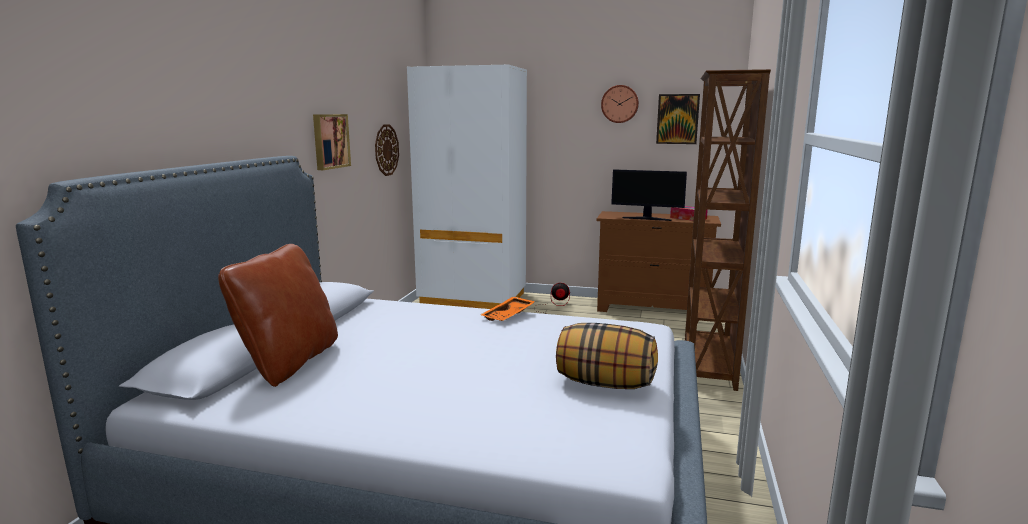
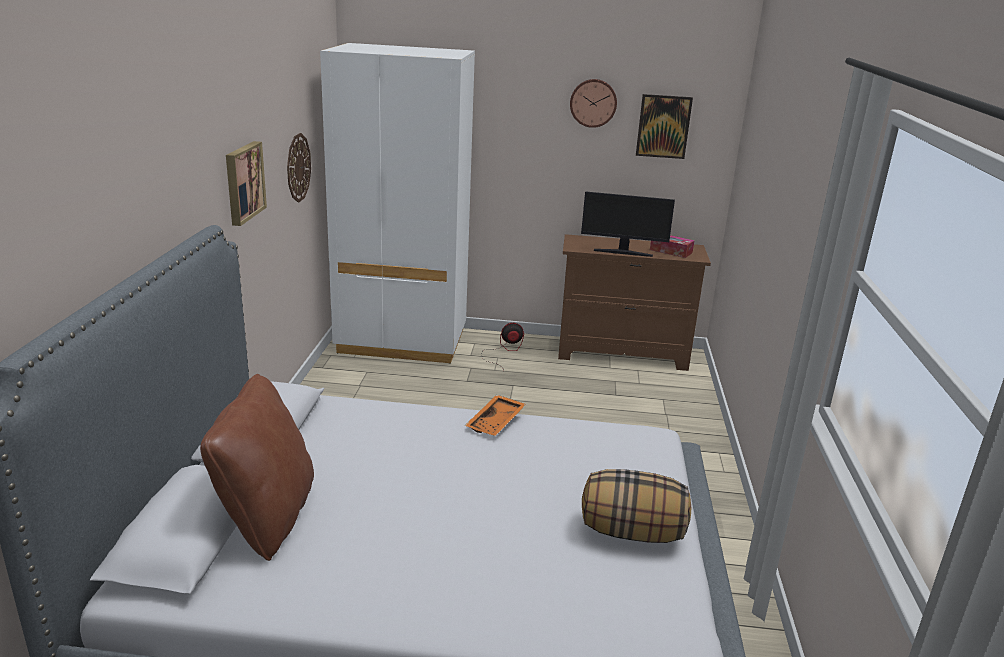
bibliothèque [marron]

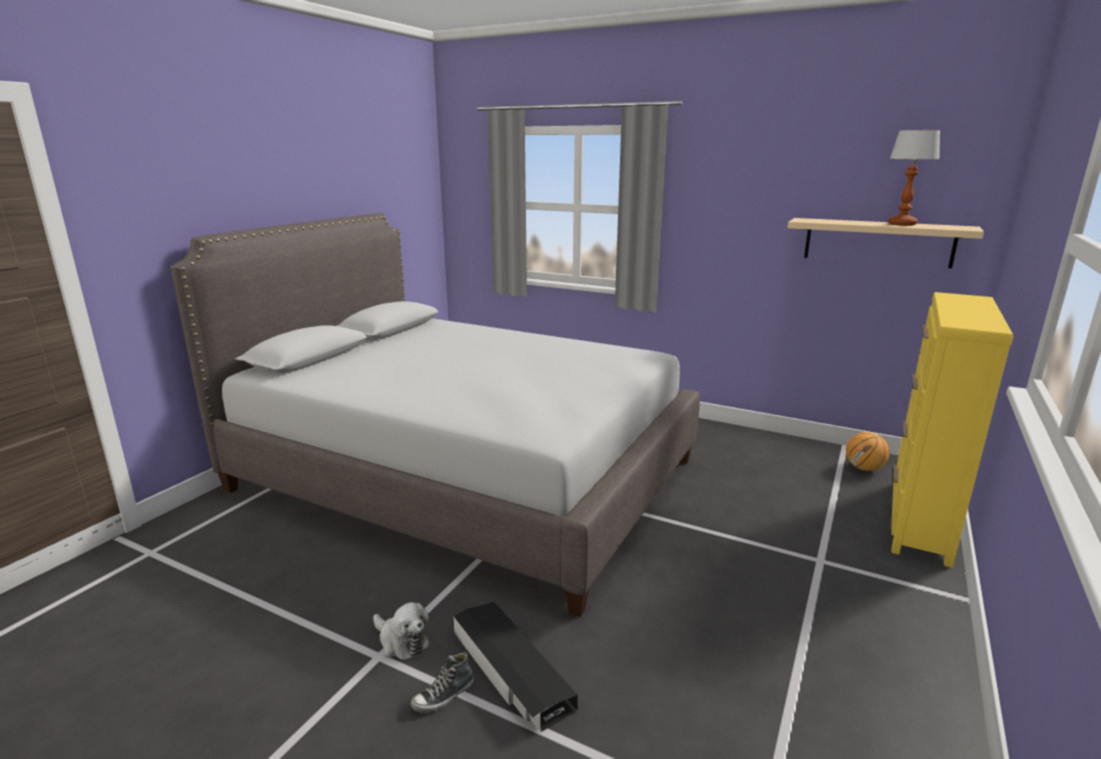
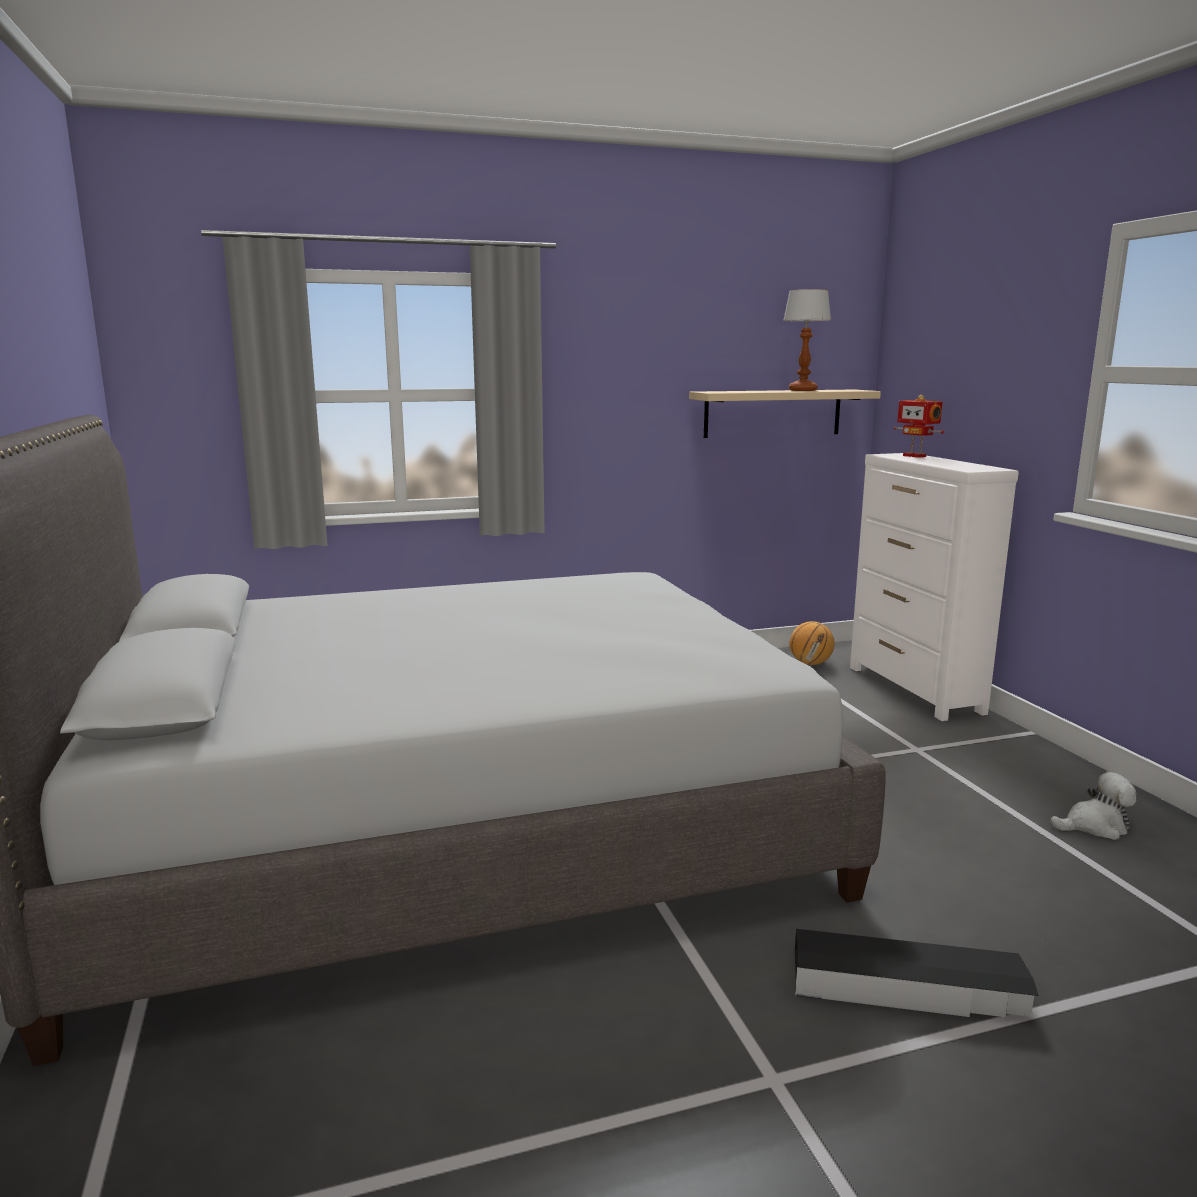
chaussure
robot jouet
peluche
commode [blanc]

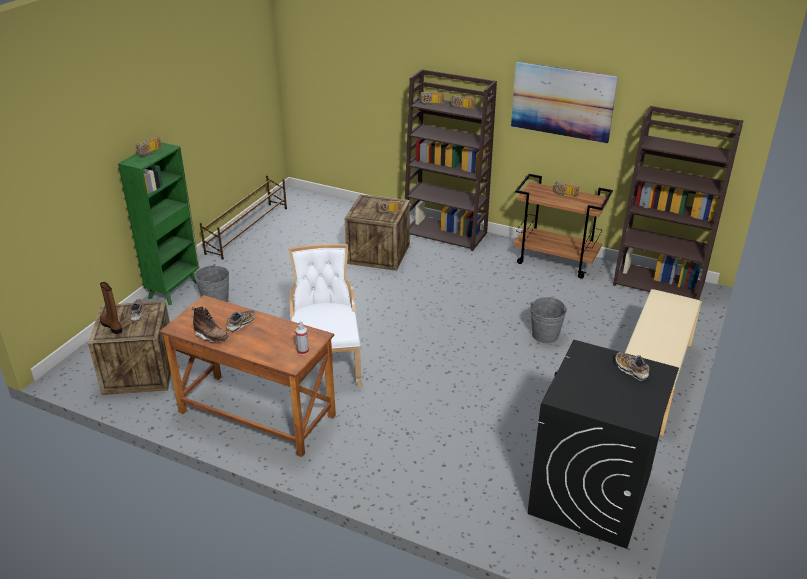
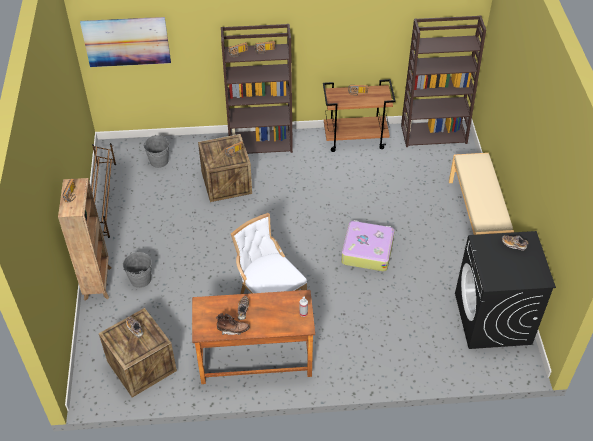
botte [marron] (1st from left in the first image)
valise
tableau
seau [gris] (2nd from left)
bibliothèque [marron] (1st from left)

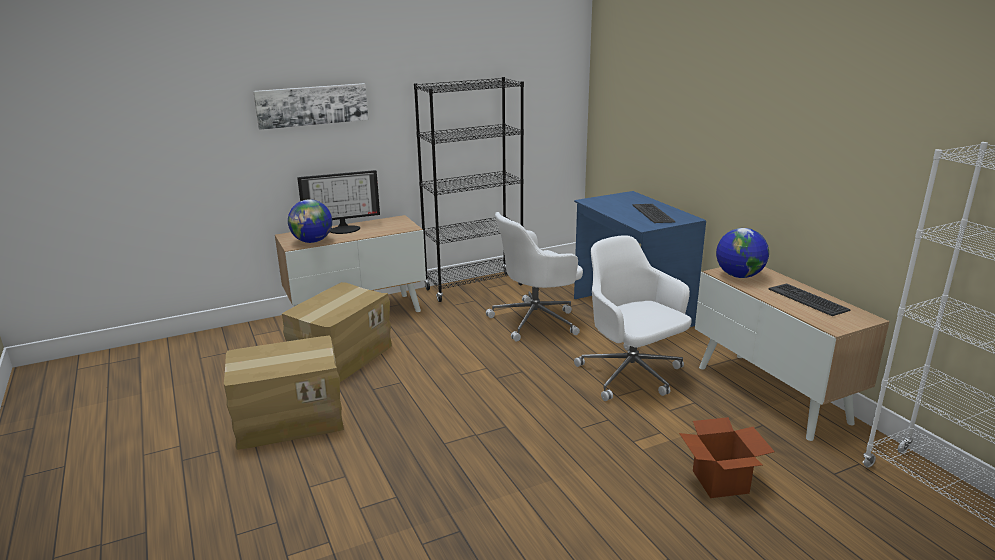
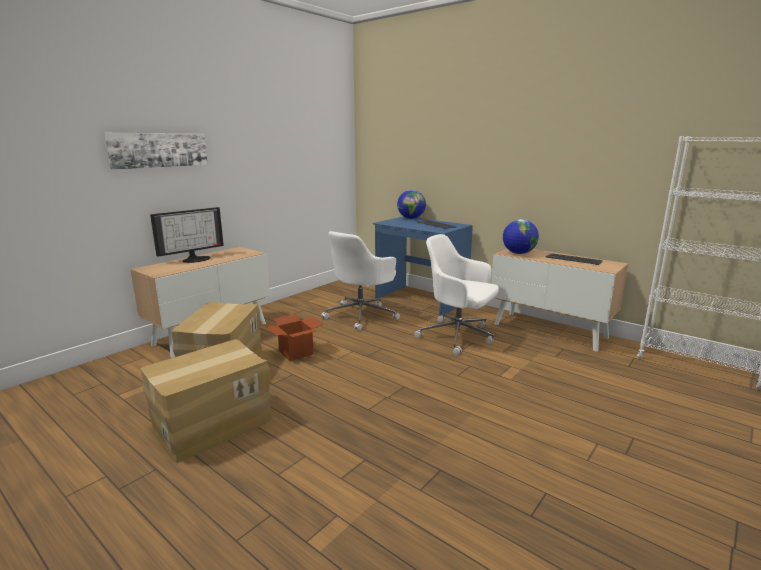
bibliothèque [noir]
globe (1st from left)
carton (3rd from left)

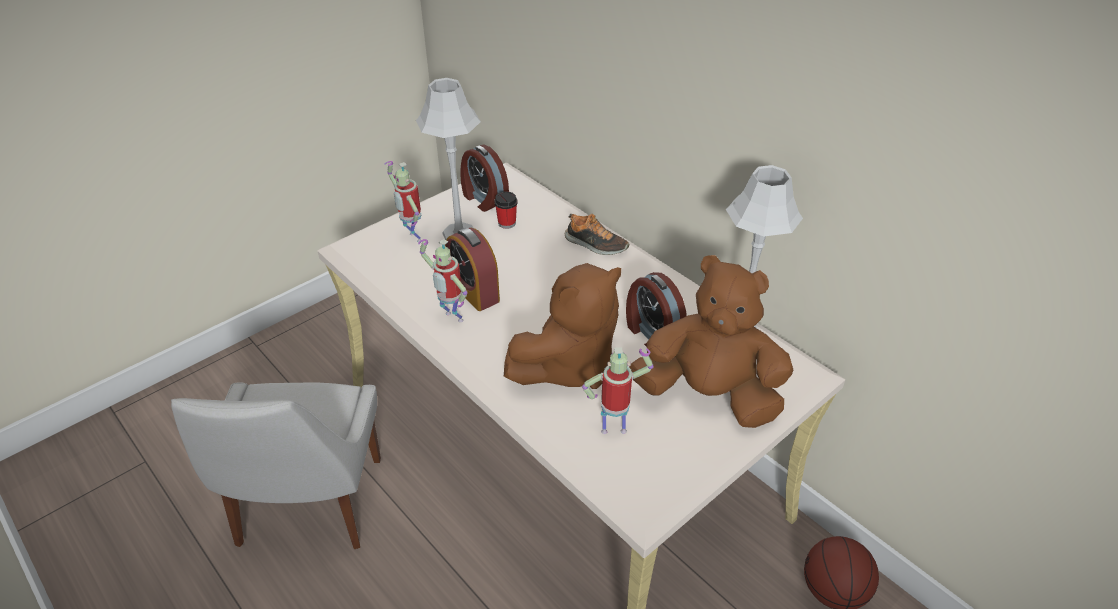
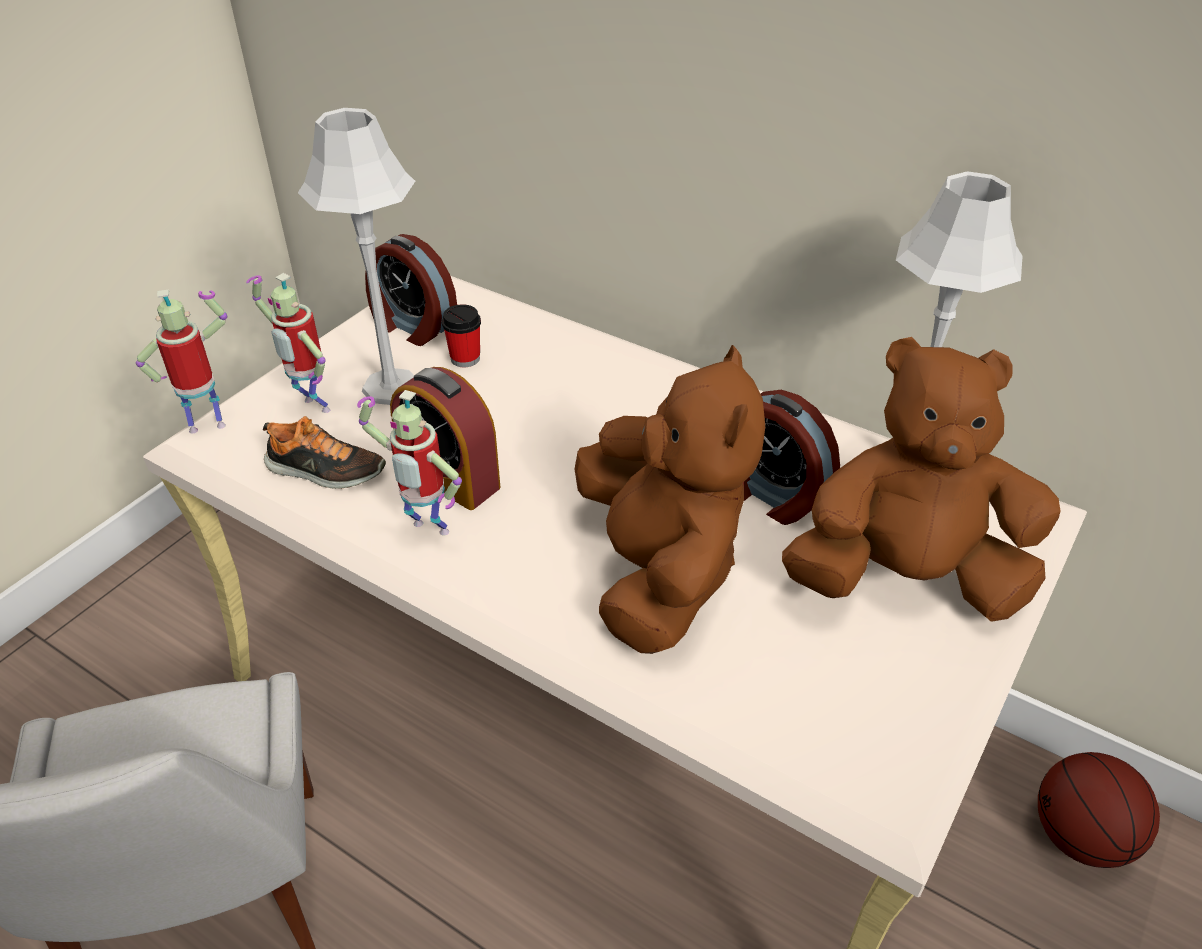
chaussure
robot jouet (1st from left)
peluche [marron] (1st from left)

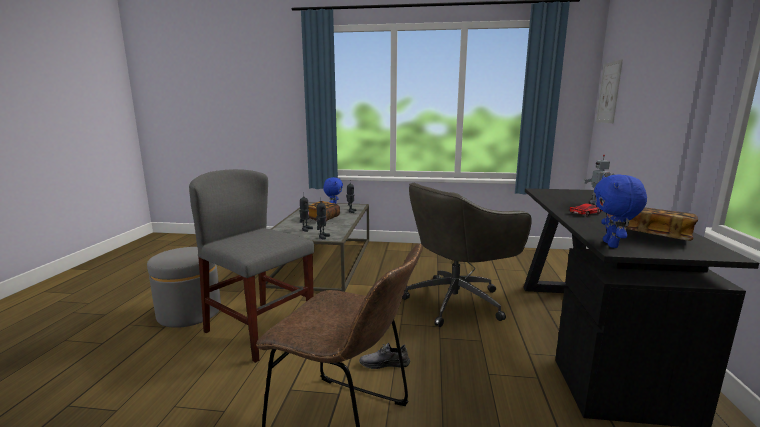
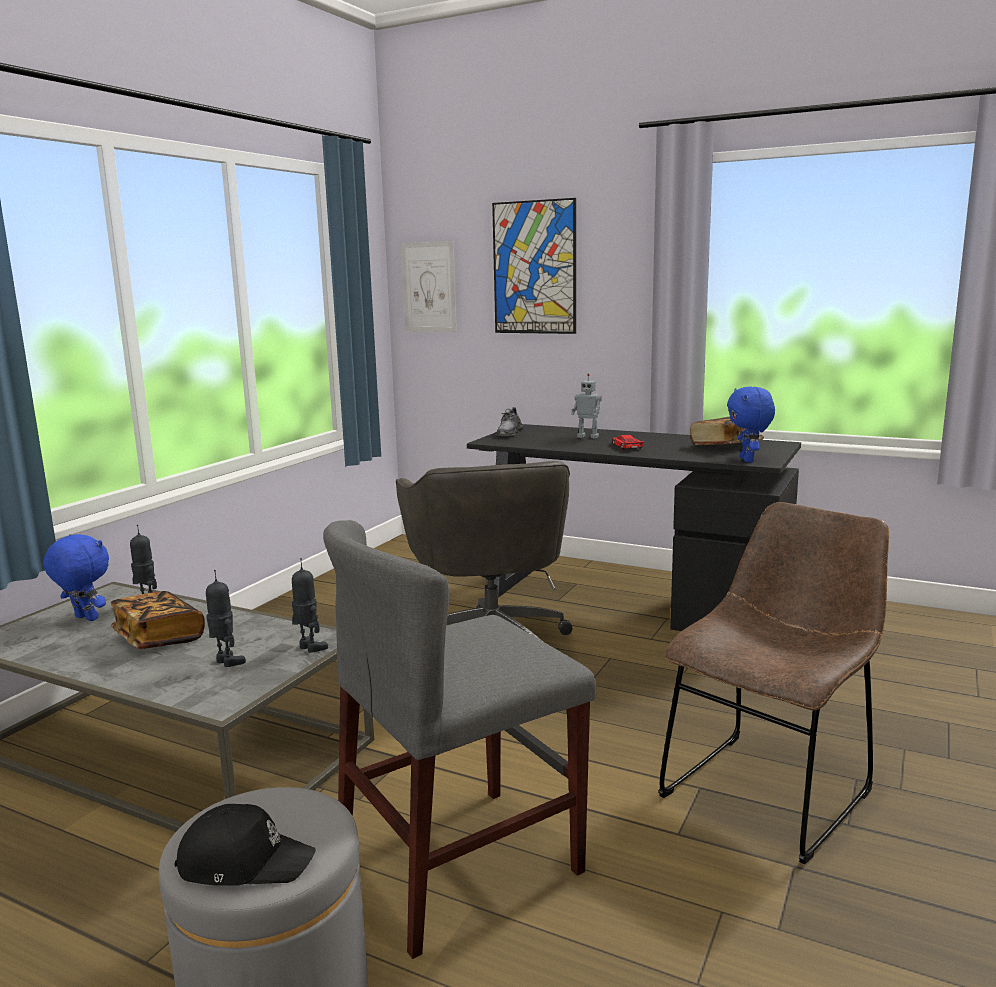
casquette [noir]
tableau (2nd from left)
chaussure [gris]
peluche [bleu] (2nd from left)

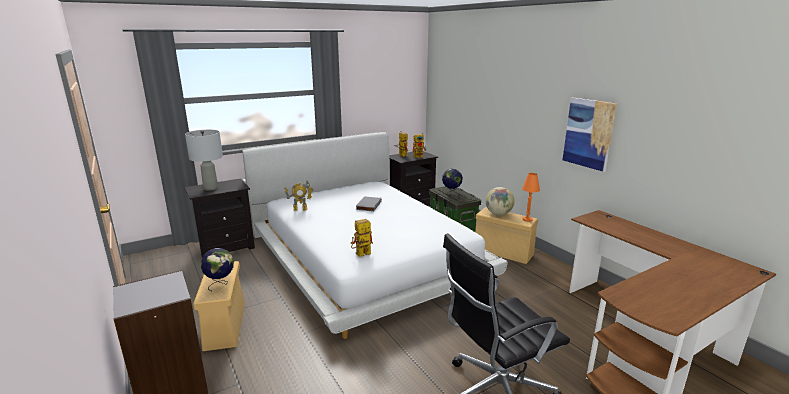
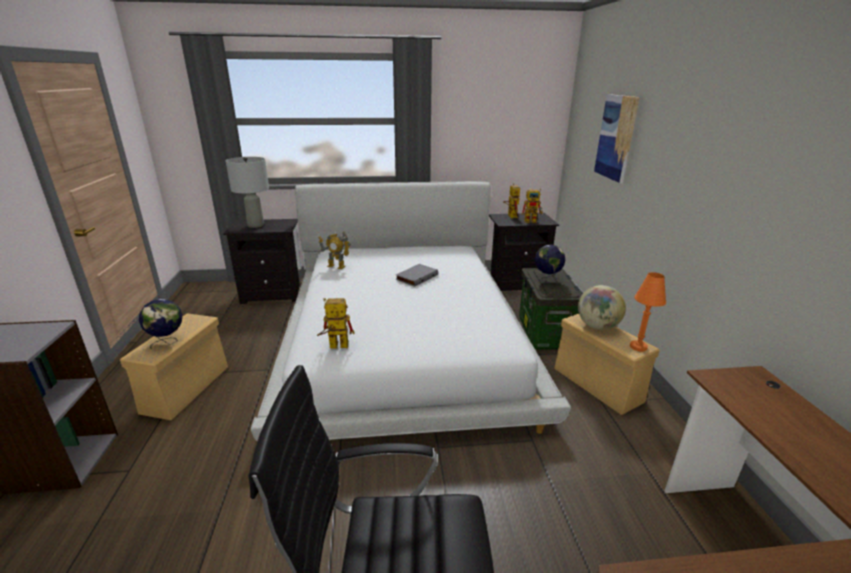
tableau

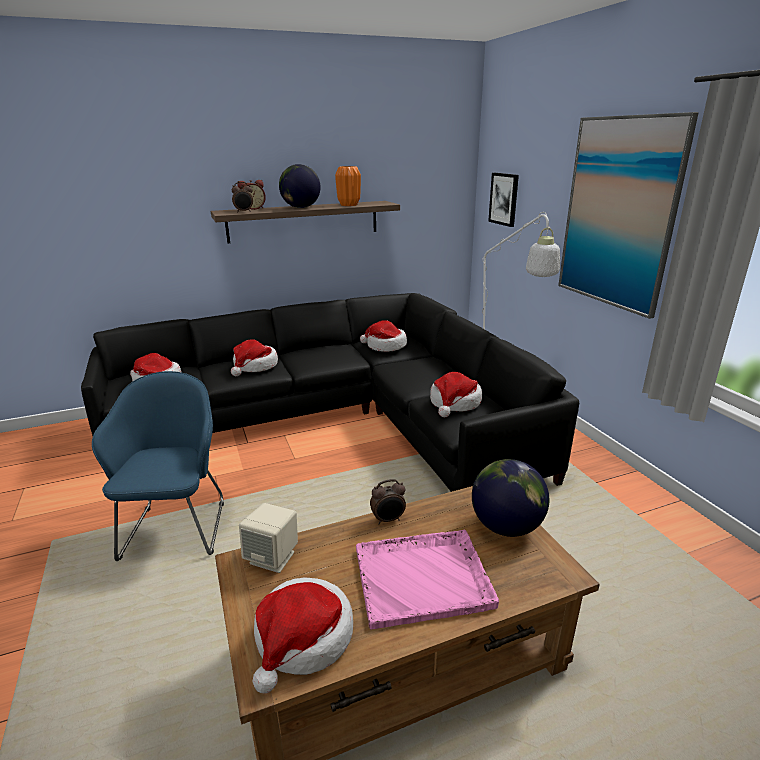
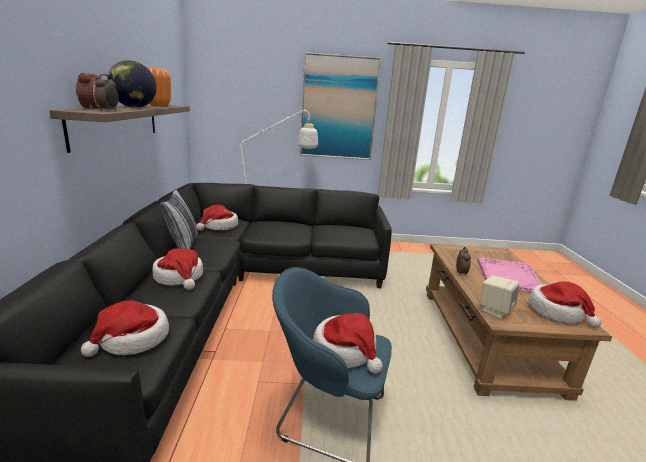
globe (2nd from left in the first image)
tableau (1st from left in the first image)
coussin
chapeau (4th from left)

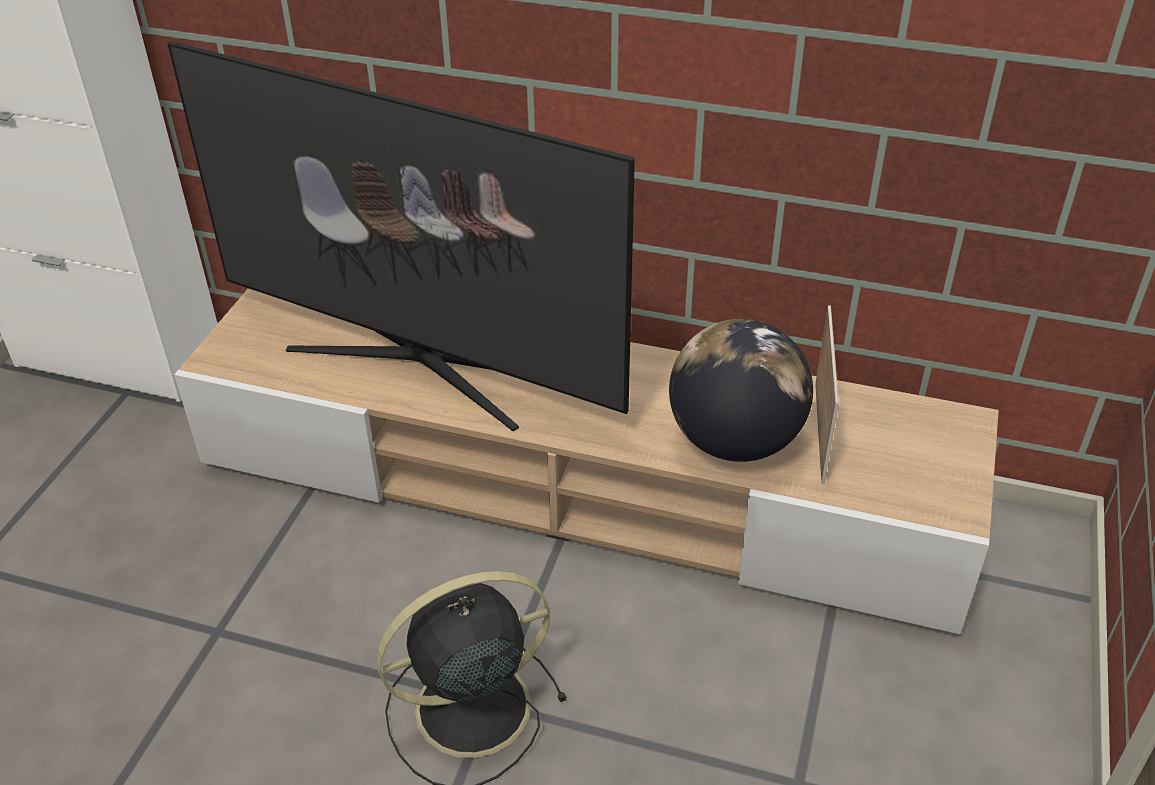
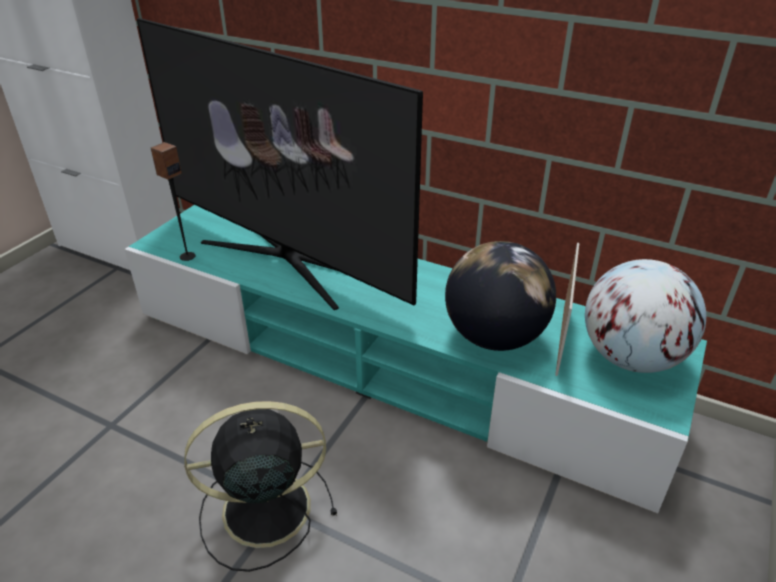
enceinte
globe (2nd from left)
meuble télé [turquoise]

